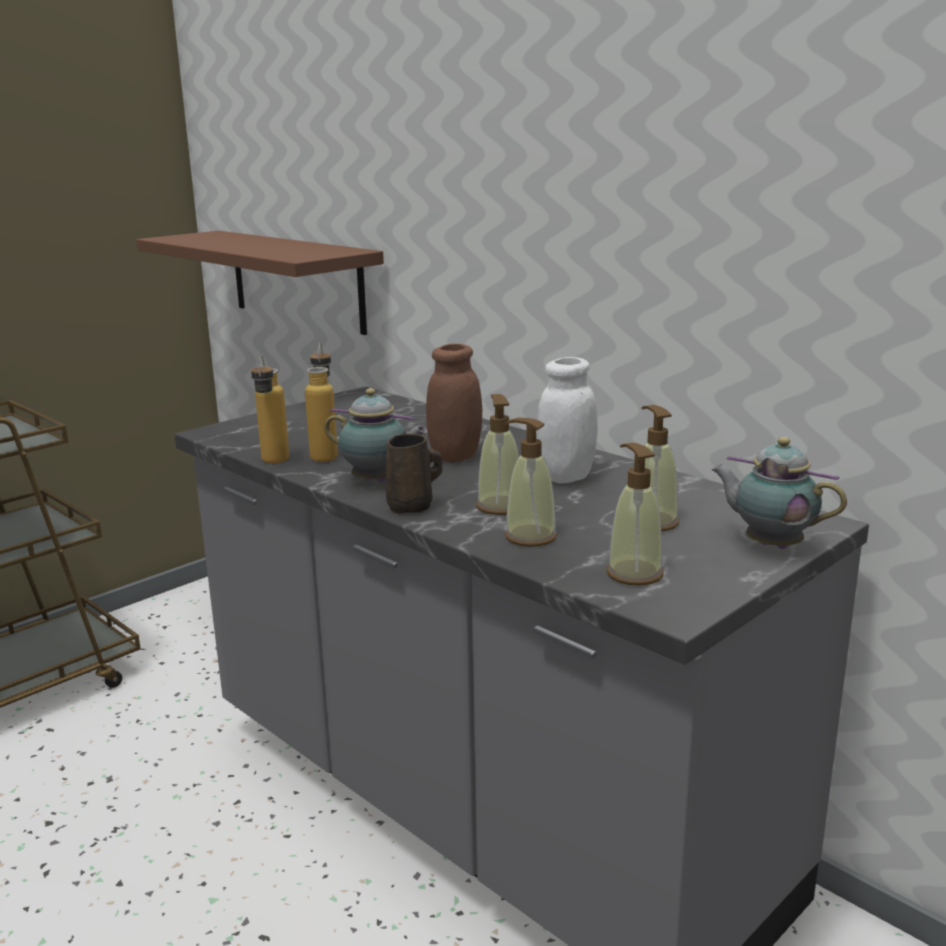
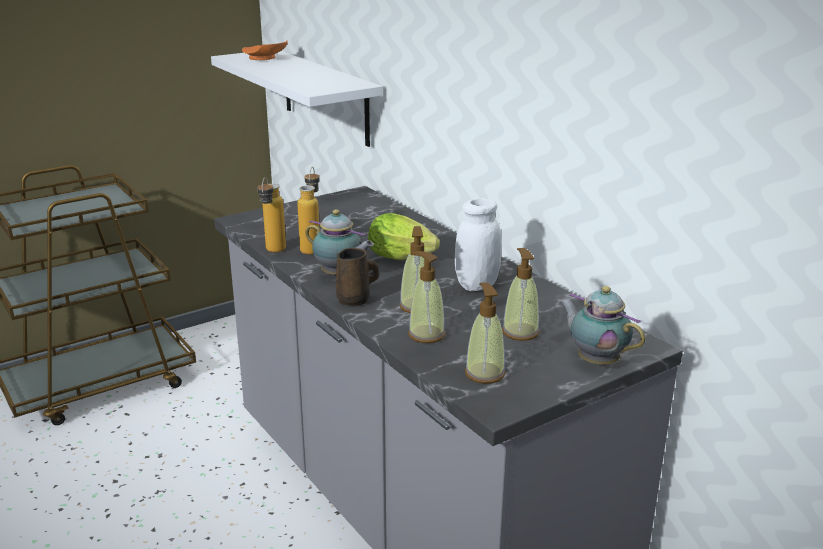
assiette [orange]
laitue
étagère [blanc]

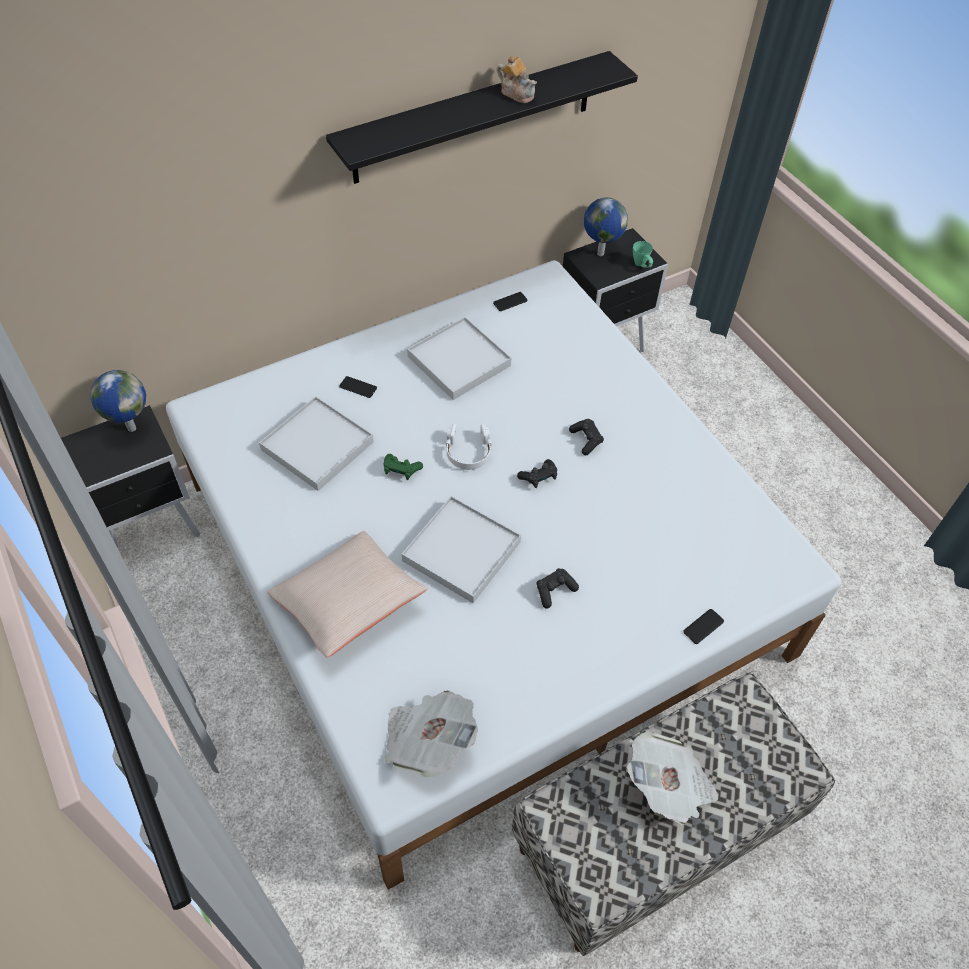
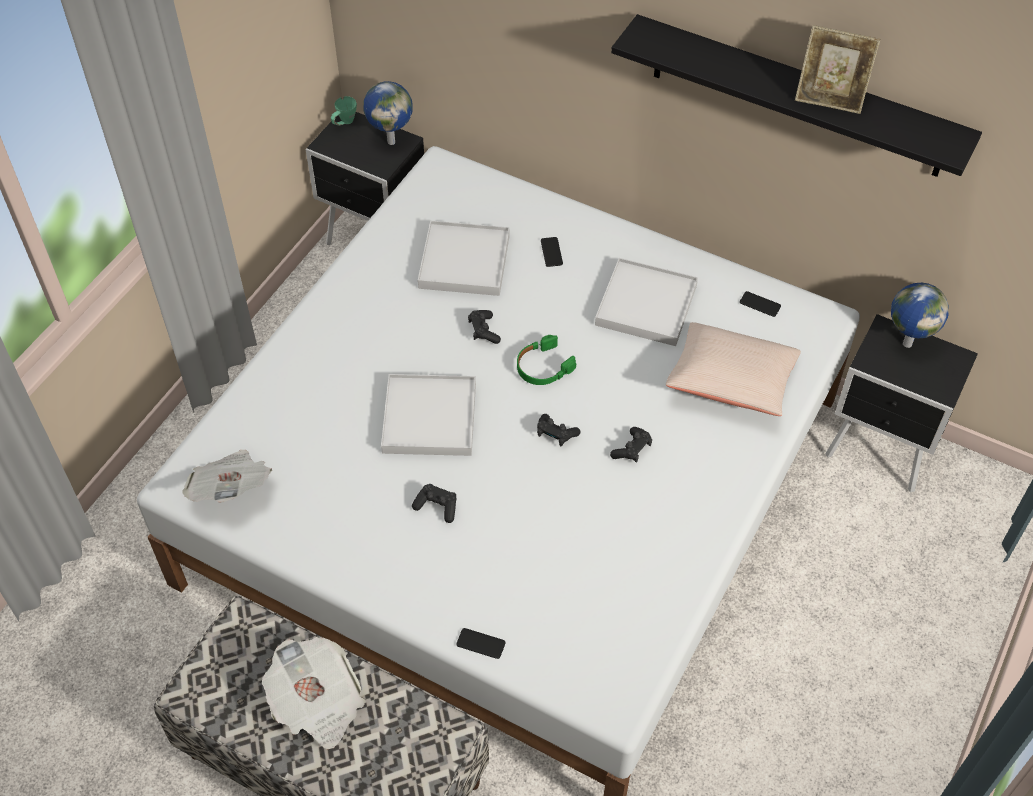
coussin [beige]
mug [vert]
cadre photo
manette [noir] (2nd from left)
casque audio [vert]

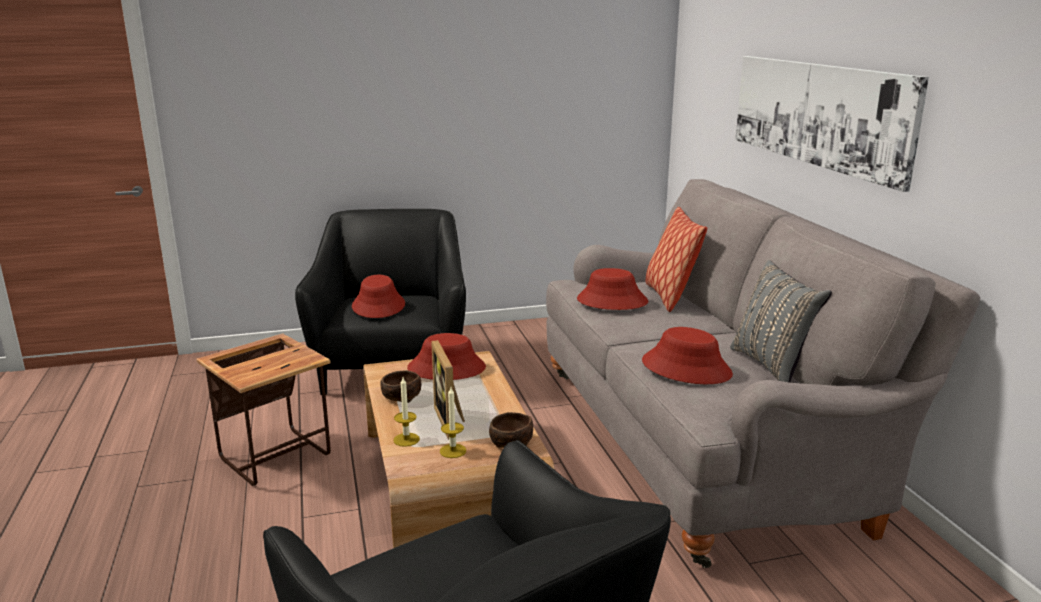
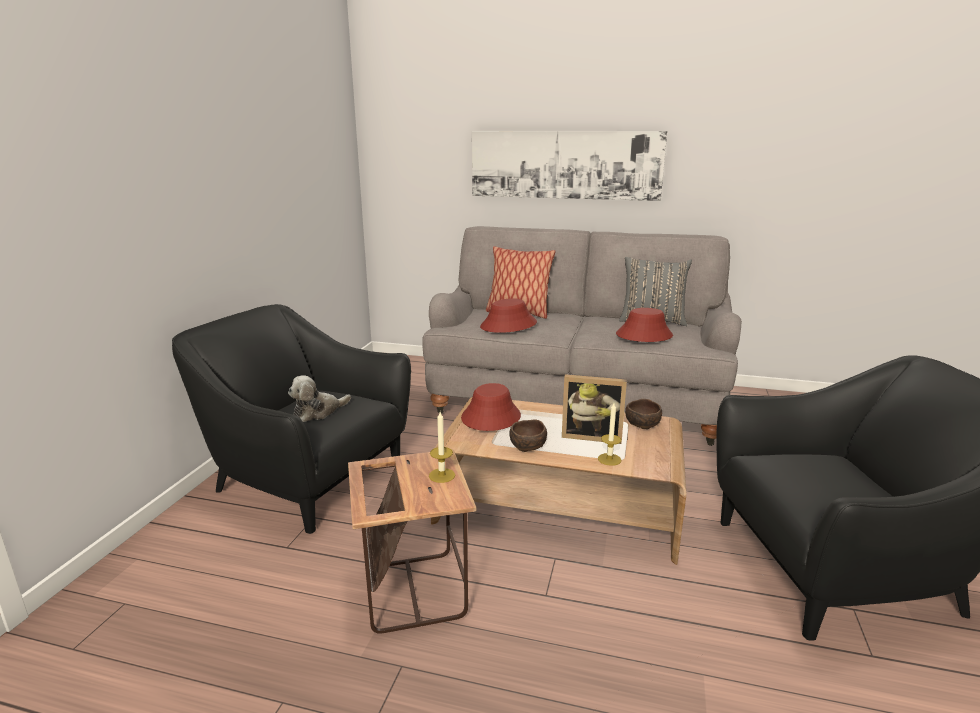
bougie (1st from left)
peluche

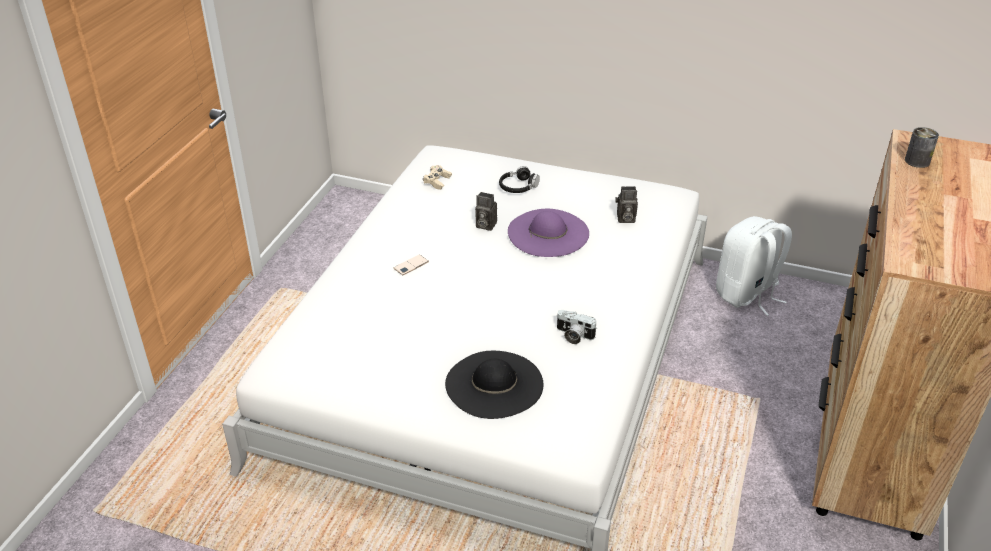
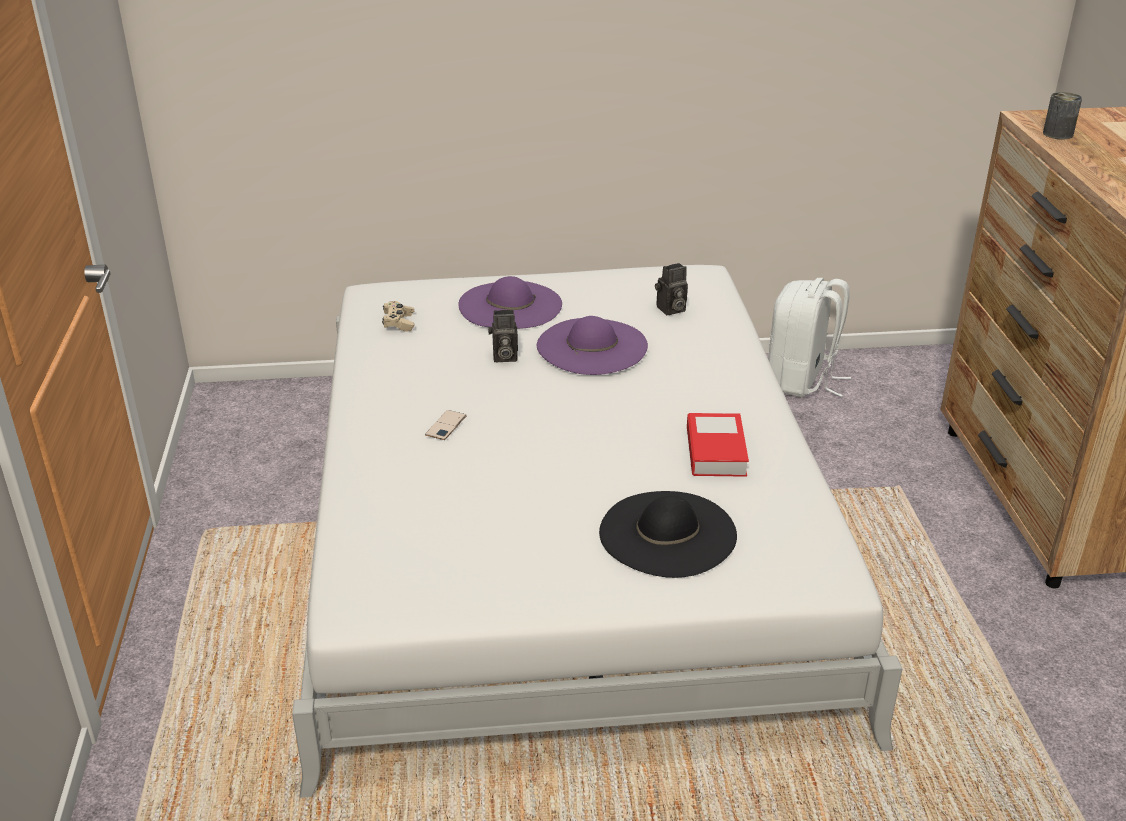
chapeau [violet] (1st from left)
livre

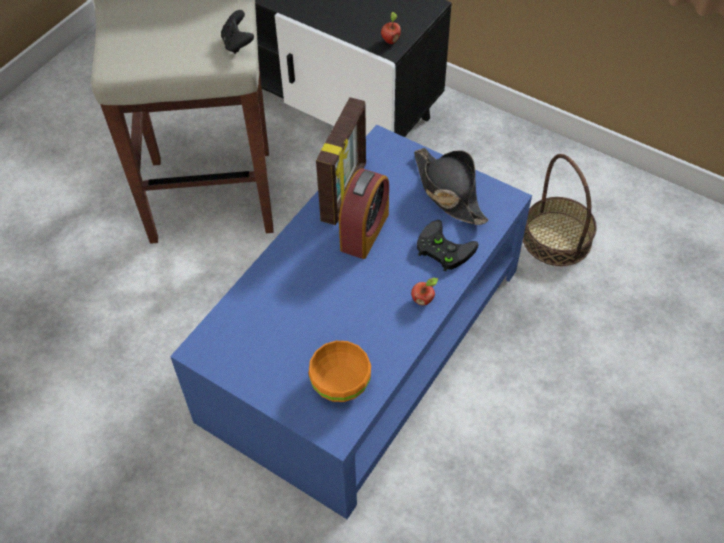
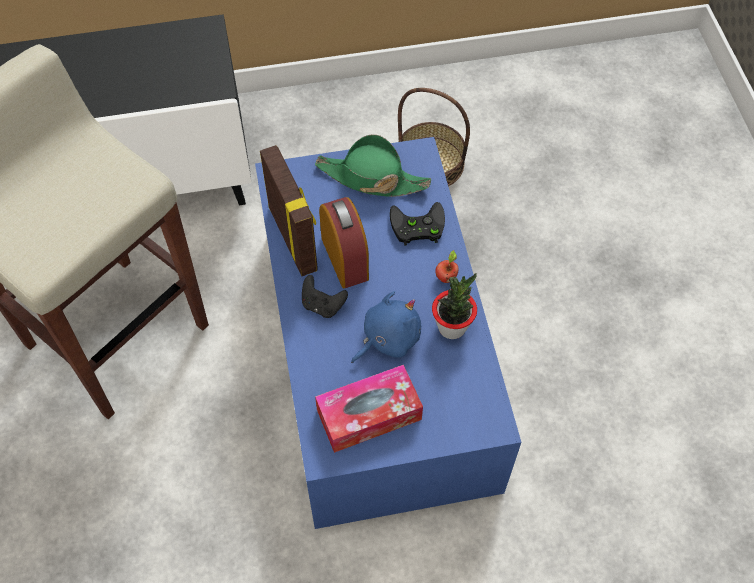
bol [orange]
pomme (1st from left in the first image)
boîte à mouchoirs
peluche [bleu]
plante en pot
manette [noir] (1st from left)
chapeau [vert]

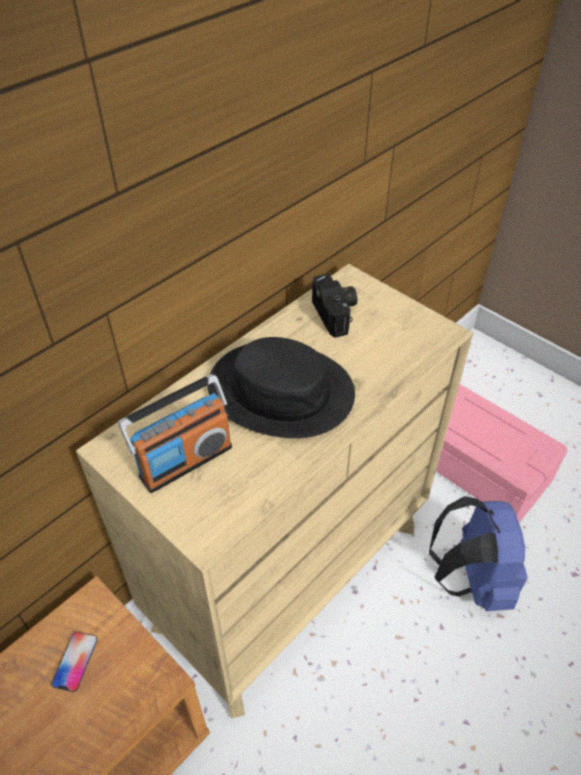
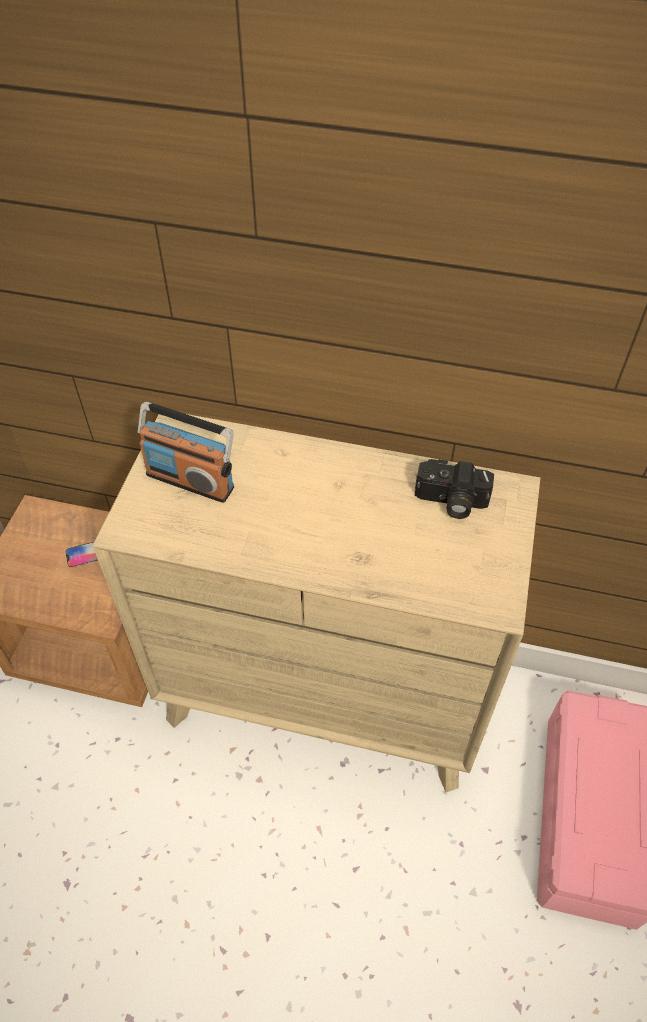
chapeau [noir]
sac à dos [bleu]
appareil photo

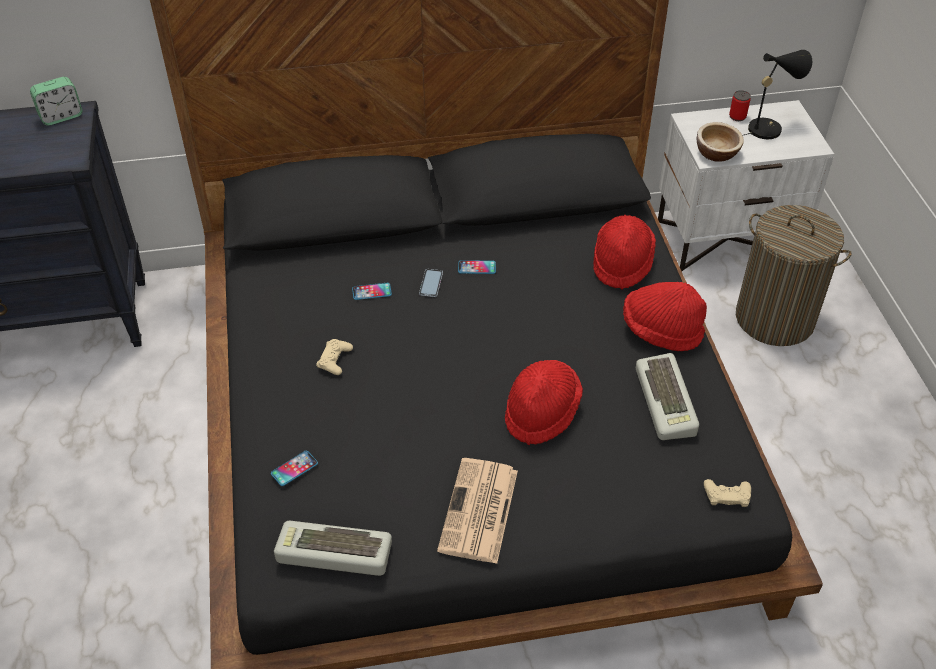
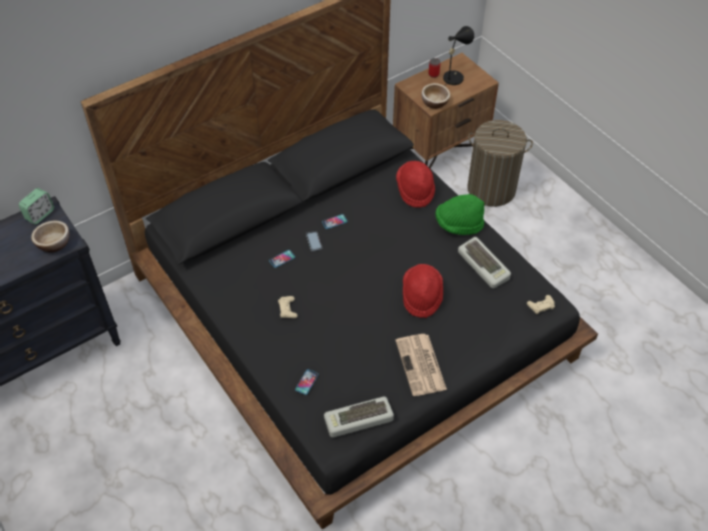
bol (1st from left)
chapeau [vert]
table de chevet [marron]

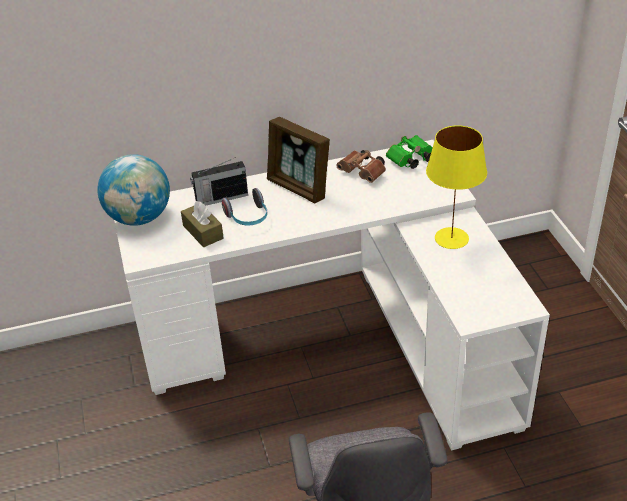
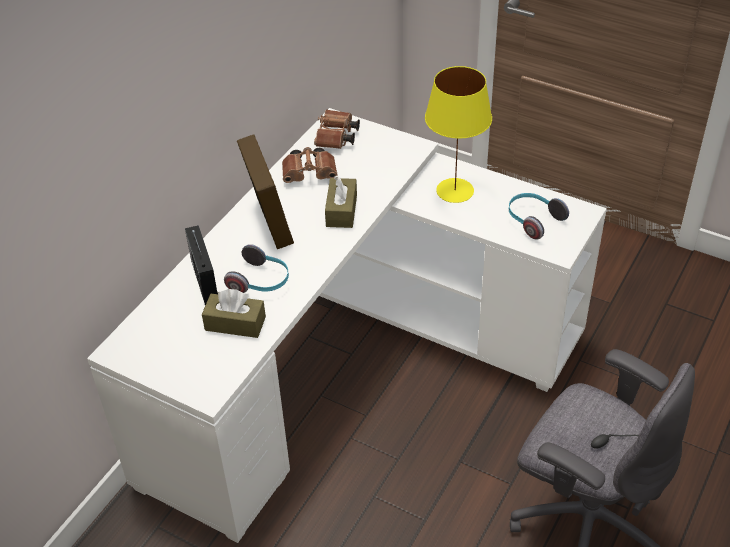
globe
boîte à mouchoirs [marron] (2nd from left)
casque audio (2nd from left)
jumelles [marron] (2nd from left)
radio
cadre photo

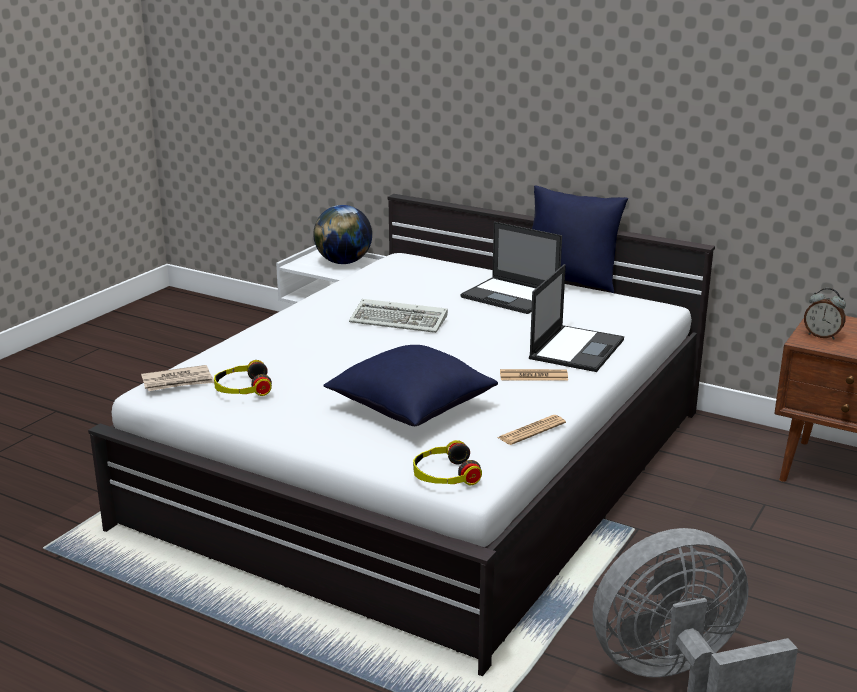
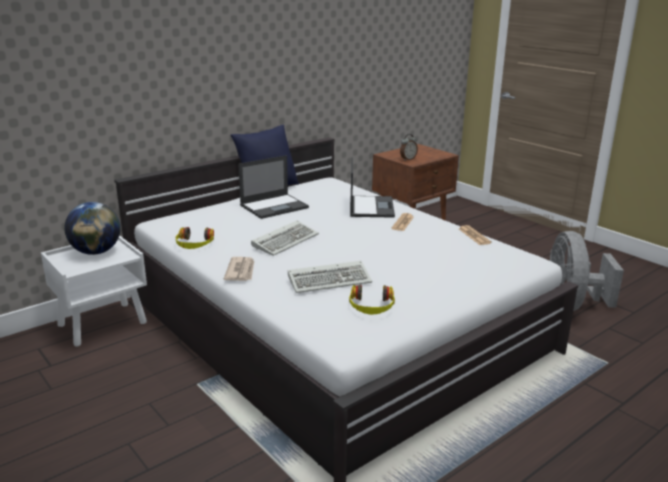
coussin [bleu] (1st from left in the first image)
clavier (2nd from left)
journal (1st from left)
casque audio (1st from left)
ordinateur portable (2nd from left)

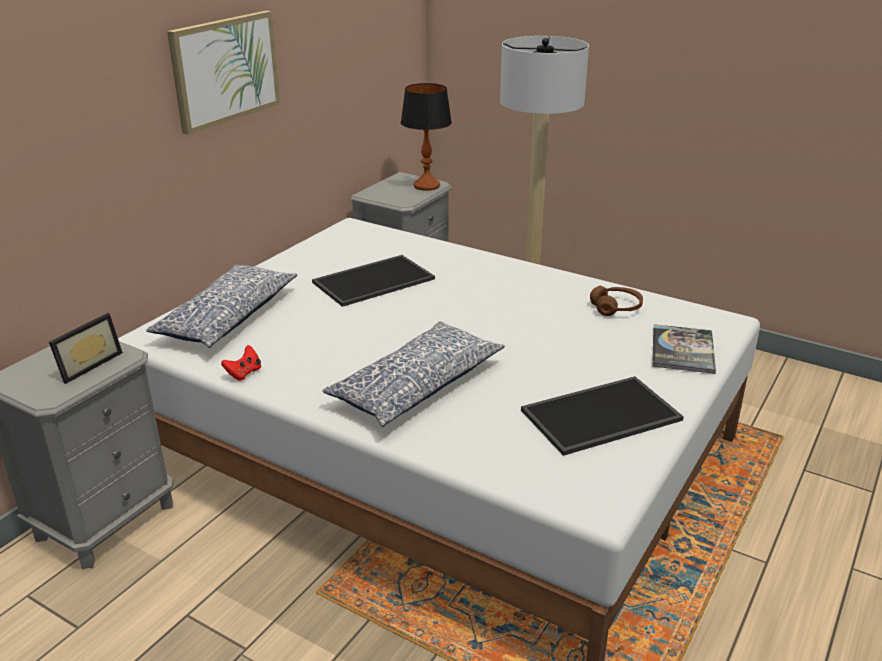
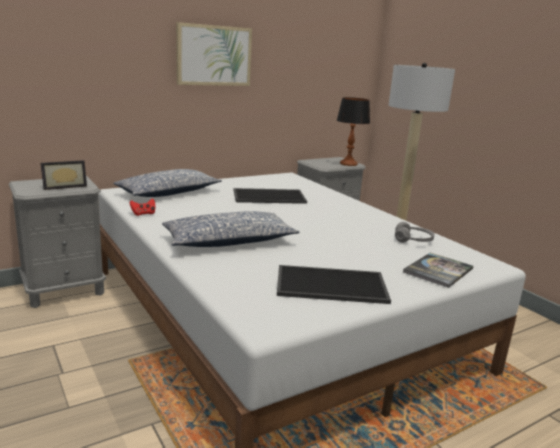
casque audio [gris]

